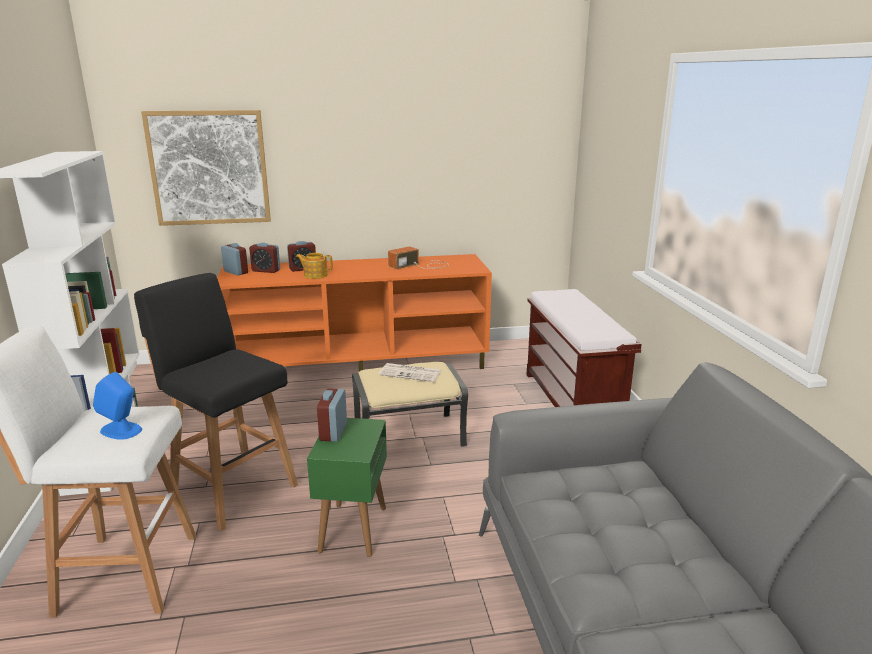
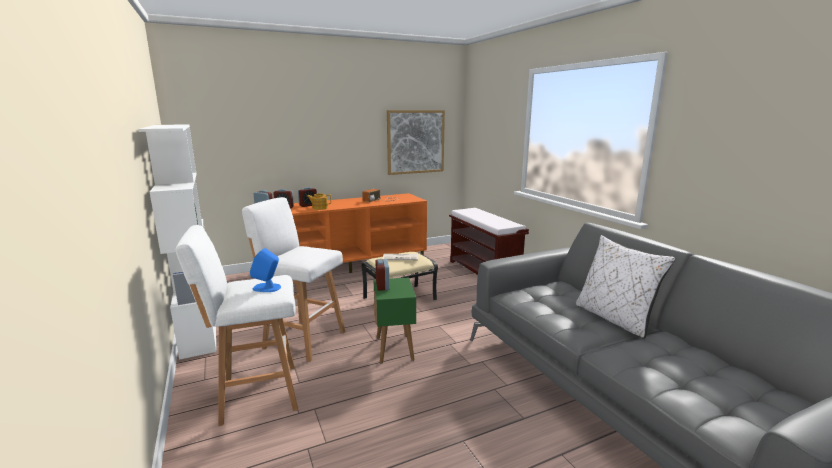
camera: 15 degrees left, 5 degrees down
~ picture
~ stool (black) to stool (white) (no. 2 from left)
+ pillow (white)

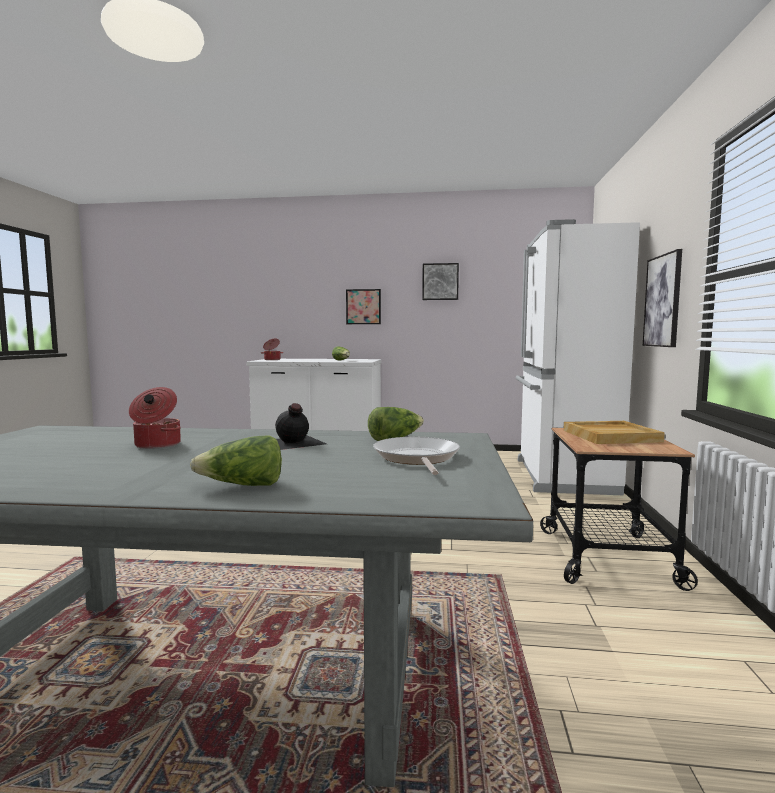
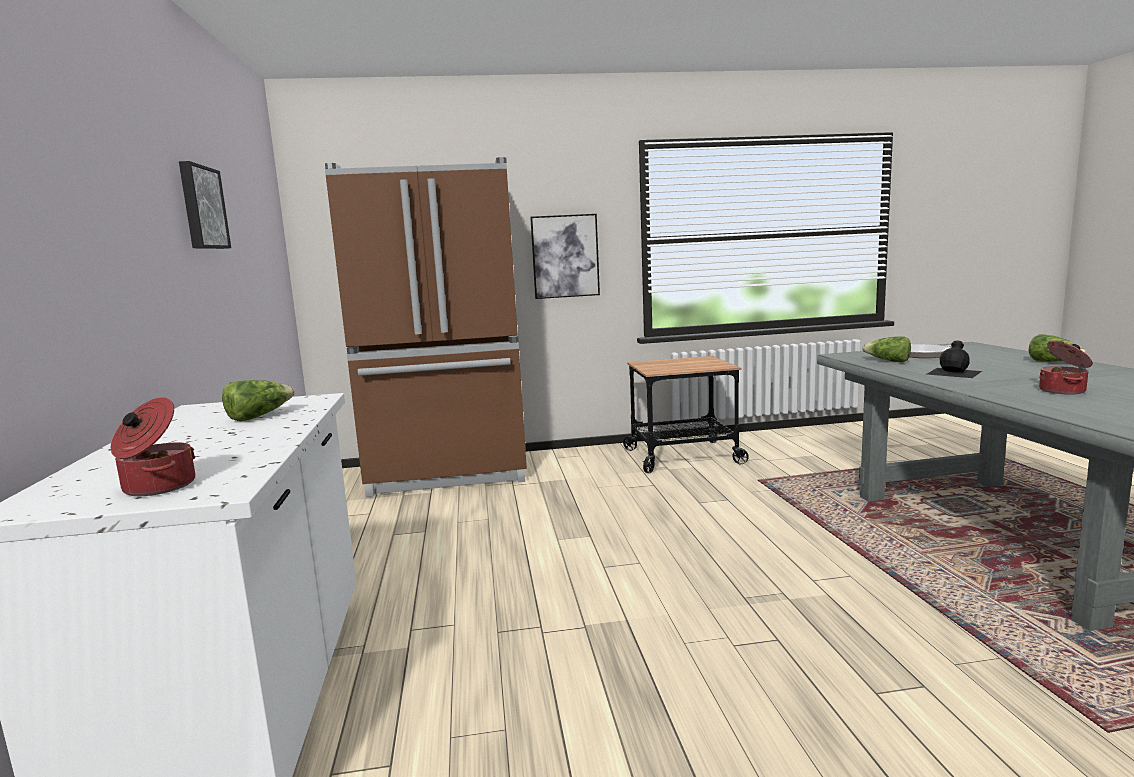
camera: 105 degrees left, 5 degrees up
~ fridge (white) to fridge (brown)
- picture (no. 1 from left)
- tray (beige)

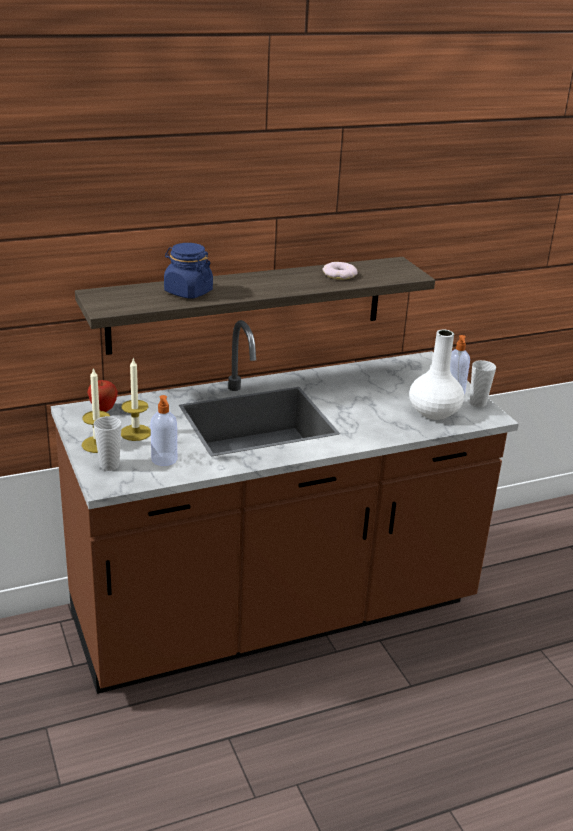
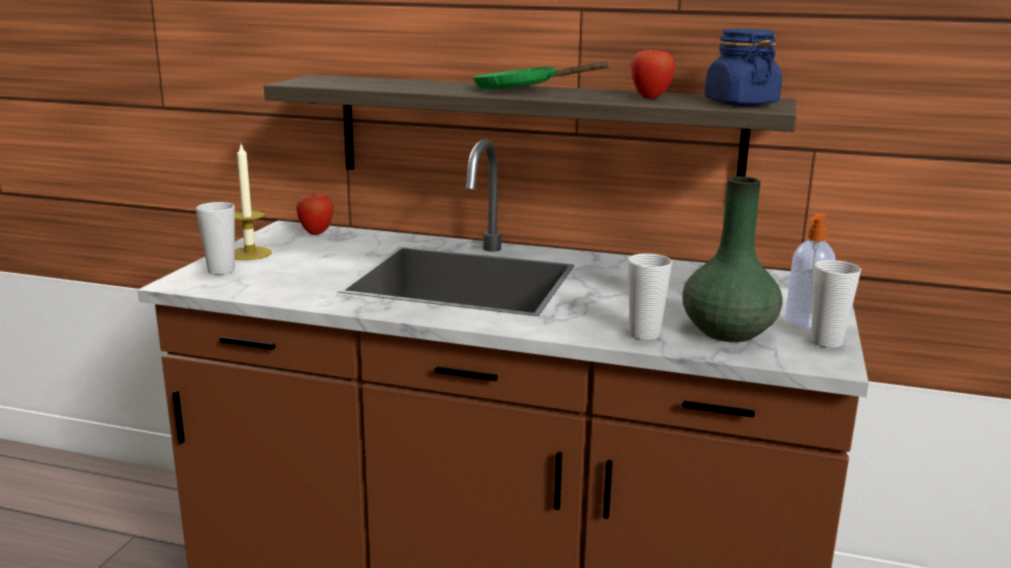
camera: 40 degrees right, 10 degrees down
~ jar (blue)
~ donut to apple (no. 2 from left)
~ vase (white) to vase (green)
- candle (no. 2 from left)
- soap dispenser (no. 1 from left)
+ frying pan (green)
+ cup (no. 2 from left)

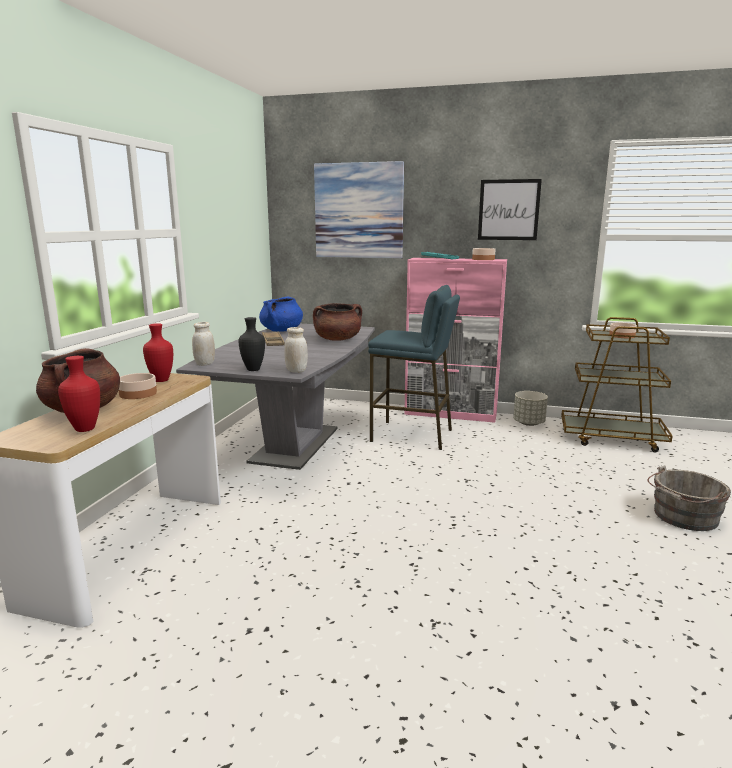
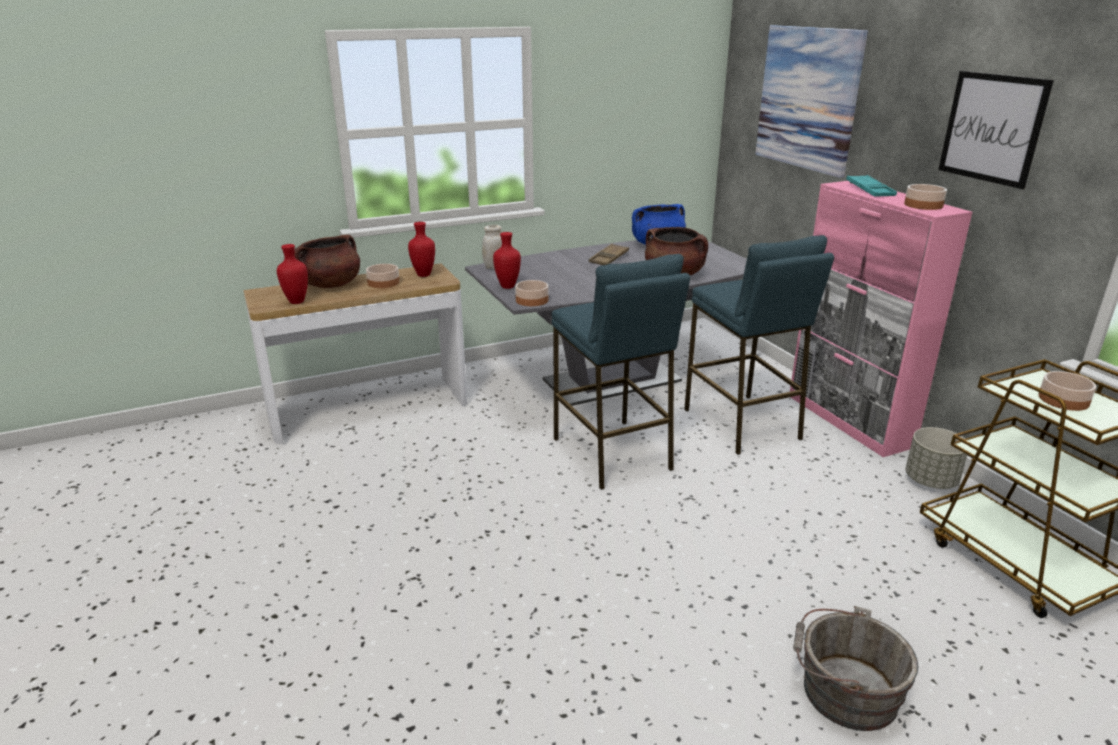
camera: 50 degrees right, 10 degrees up
~ vase (black) to vase (red) (no. 3 from left)
~ jar (white) (no. 2 from left) to bowl (no. 2 from left)
+ stool (blue) (no. 1 from left)

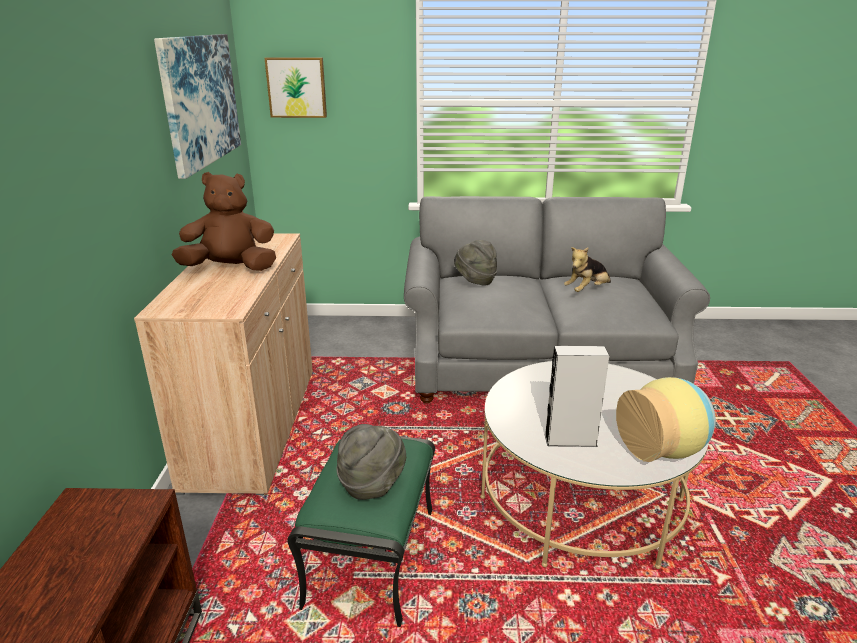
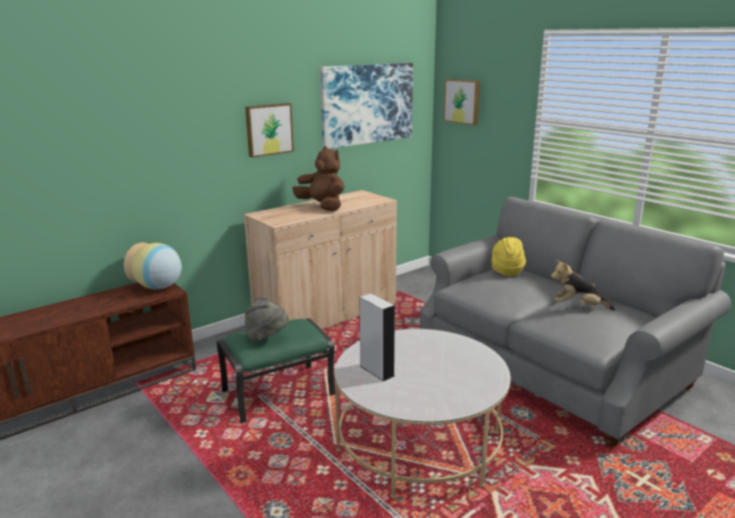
camera: 50 degrees right, 5 degrees down
~ hat (grey) (no. 2 from left) to hat (yellow)
~ vase
+ picture (no. 1 from left)

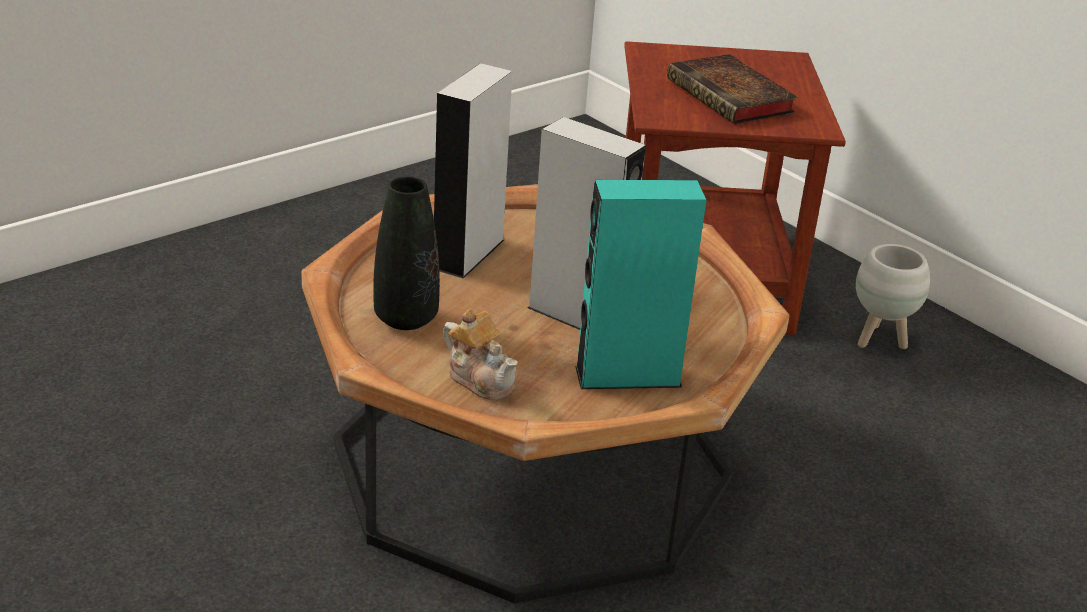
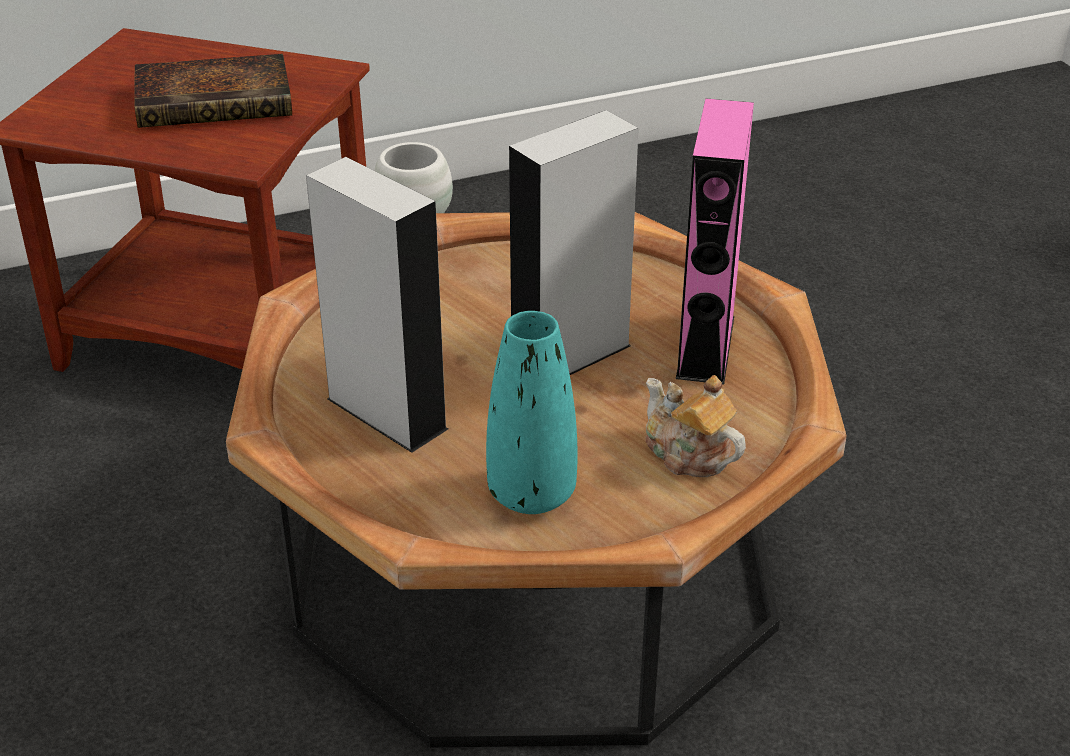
camera: 70 degrees left, 5 degrees up
~ vase (black) to vase (turquoise)
~ speaker (turquoise) to speaker (pink)
~ teapot 105 degrees counterclockwise

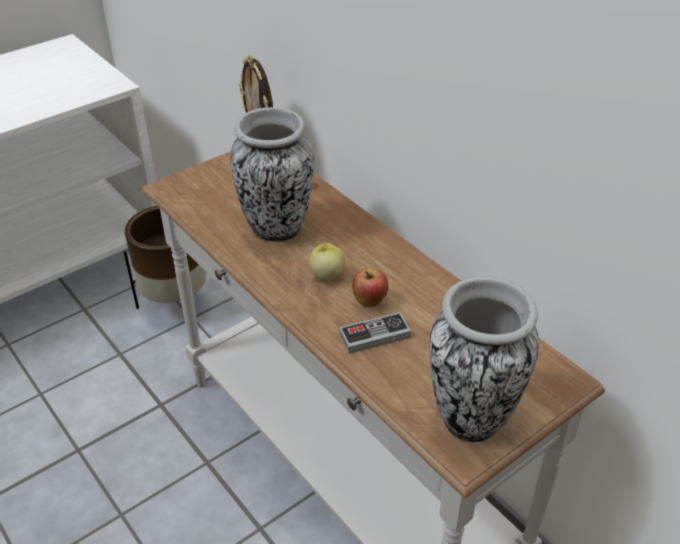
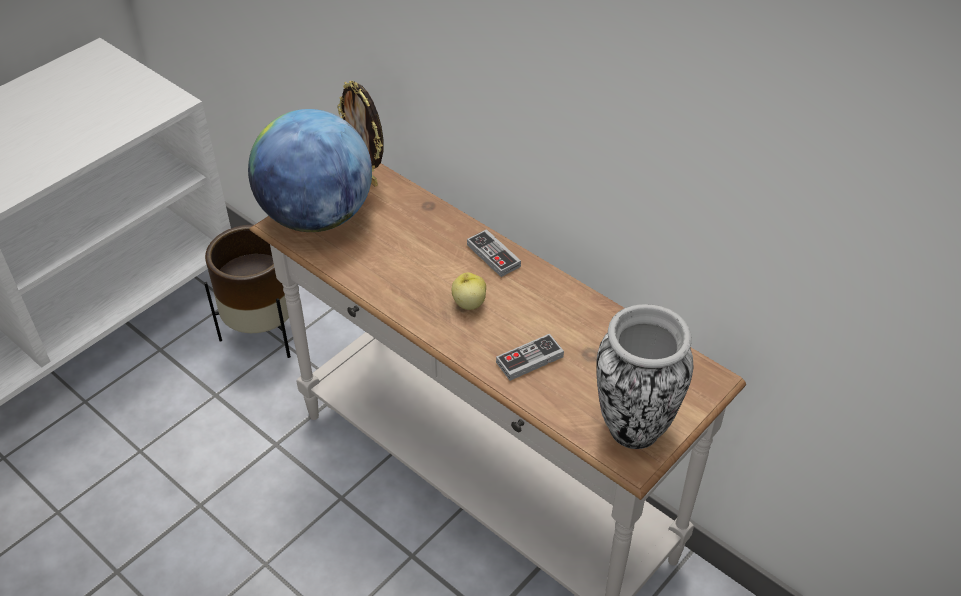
camera: 10 degrees left, 5 degrees up
- vase (no. 1 from left)
- apple (no. 2 from left)
+ globe
+ game controller (no. 1 from left)

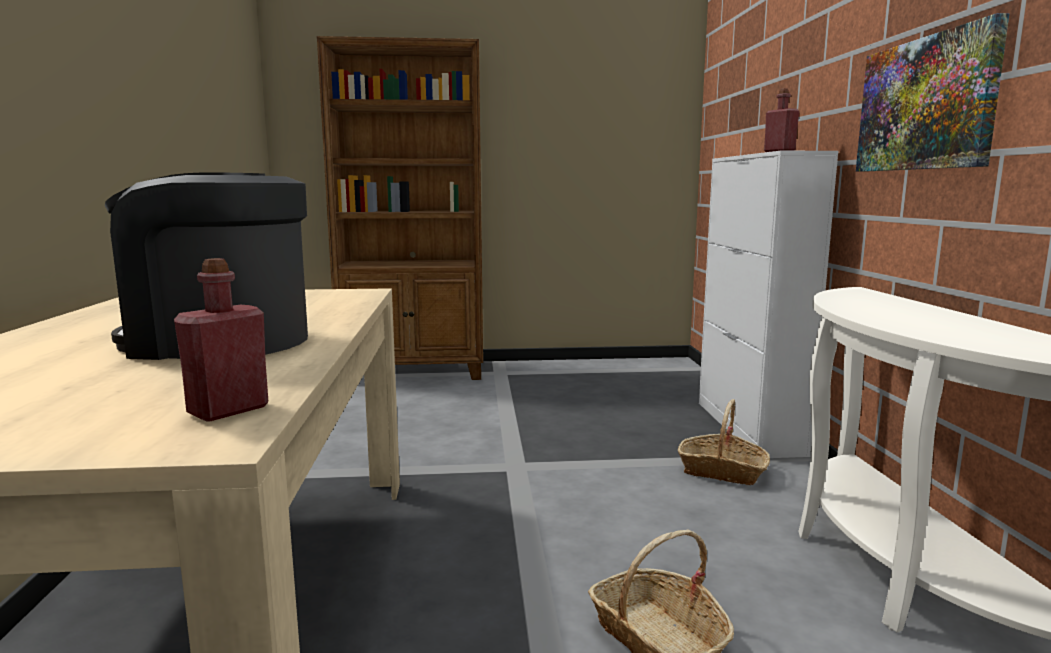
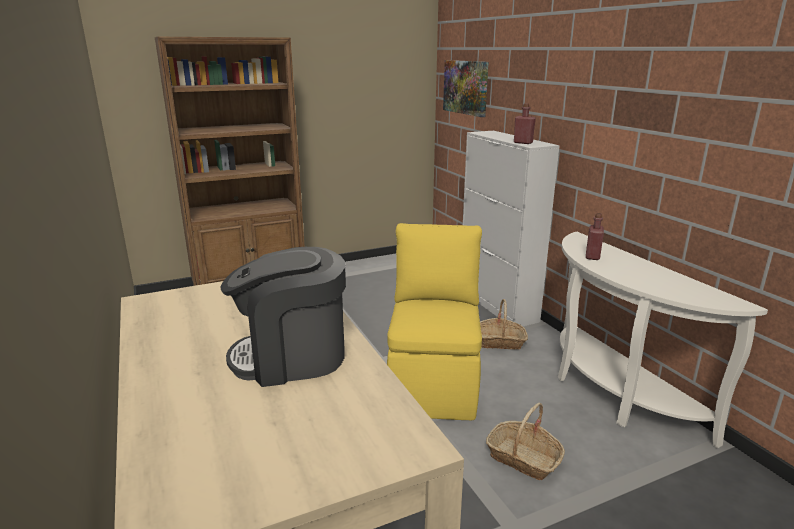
camera: 20 degrees left, 10 degrees up
~ picture
~ bottle (red) (no. 1 from left in the first image) to bottle (red) (no. 2 from left)
+ chair (yellow)

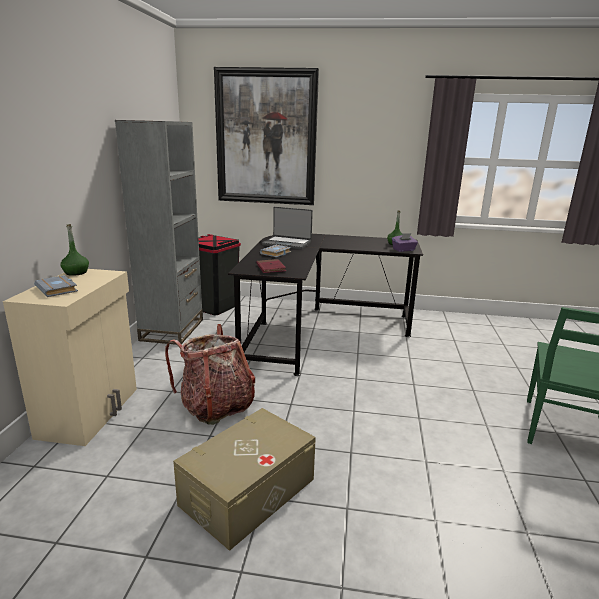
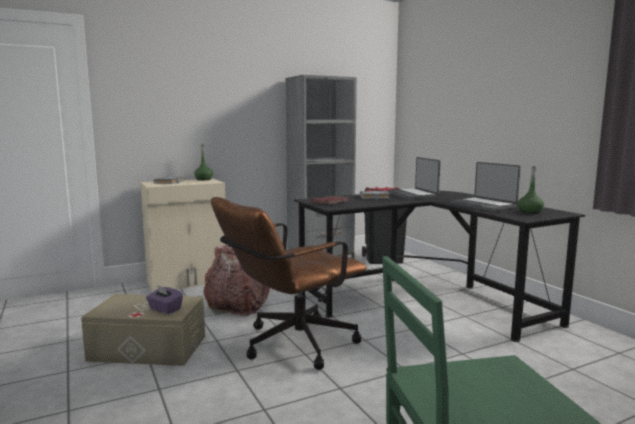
camera: 55 degrees right, 10 degrees down
- picture
~ tissue box (purple)
+ laptop (no. 2 from left)
+ office chair (brown)

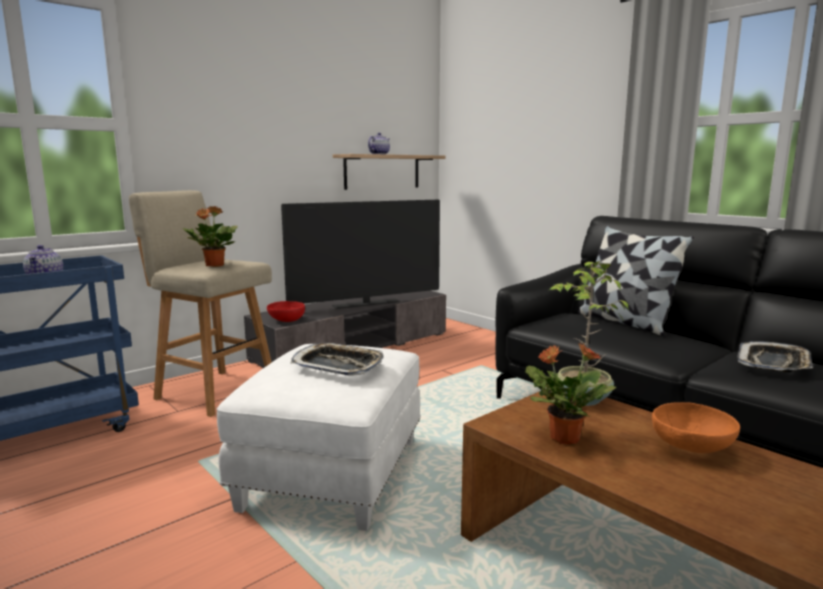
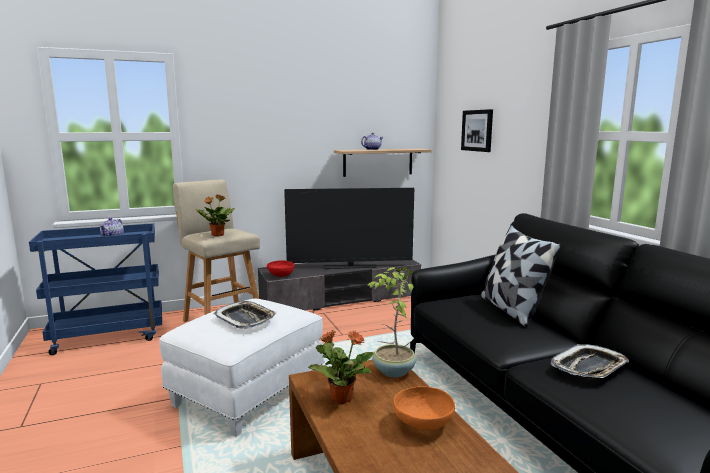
camera: 20 degrees right, 0 degrees up
+ picture

